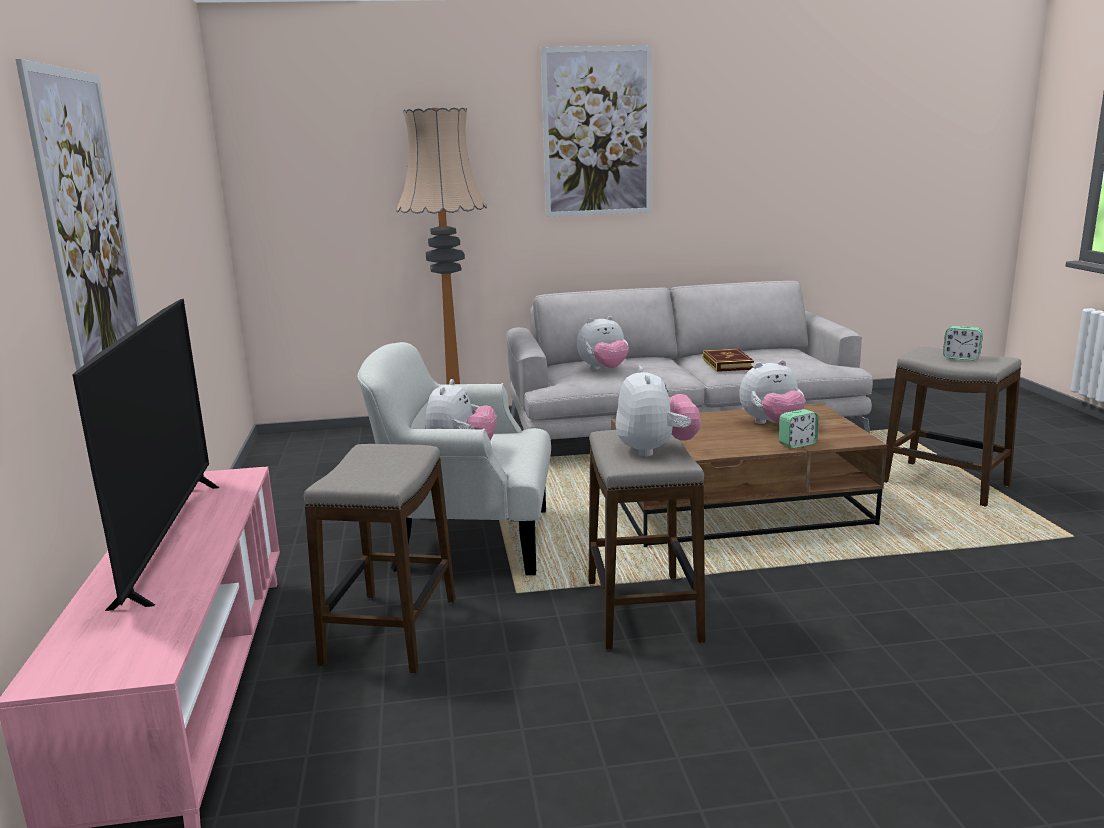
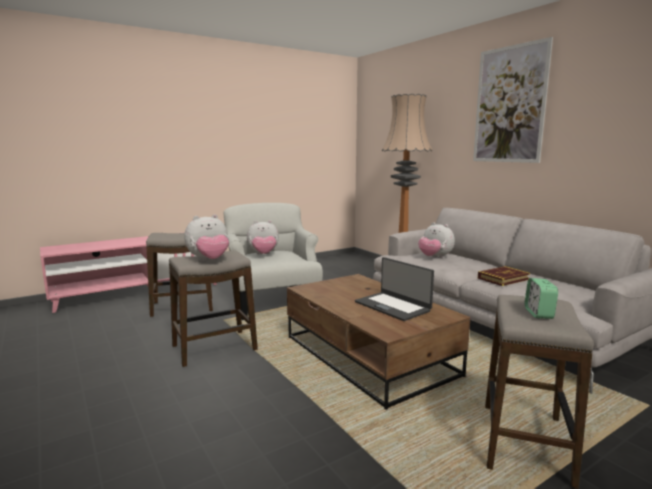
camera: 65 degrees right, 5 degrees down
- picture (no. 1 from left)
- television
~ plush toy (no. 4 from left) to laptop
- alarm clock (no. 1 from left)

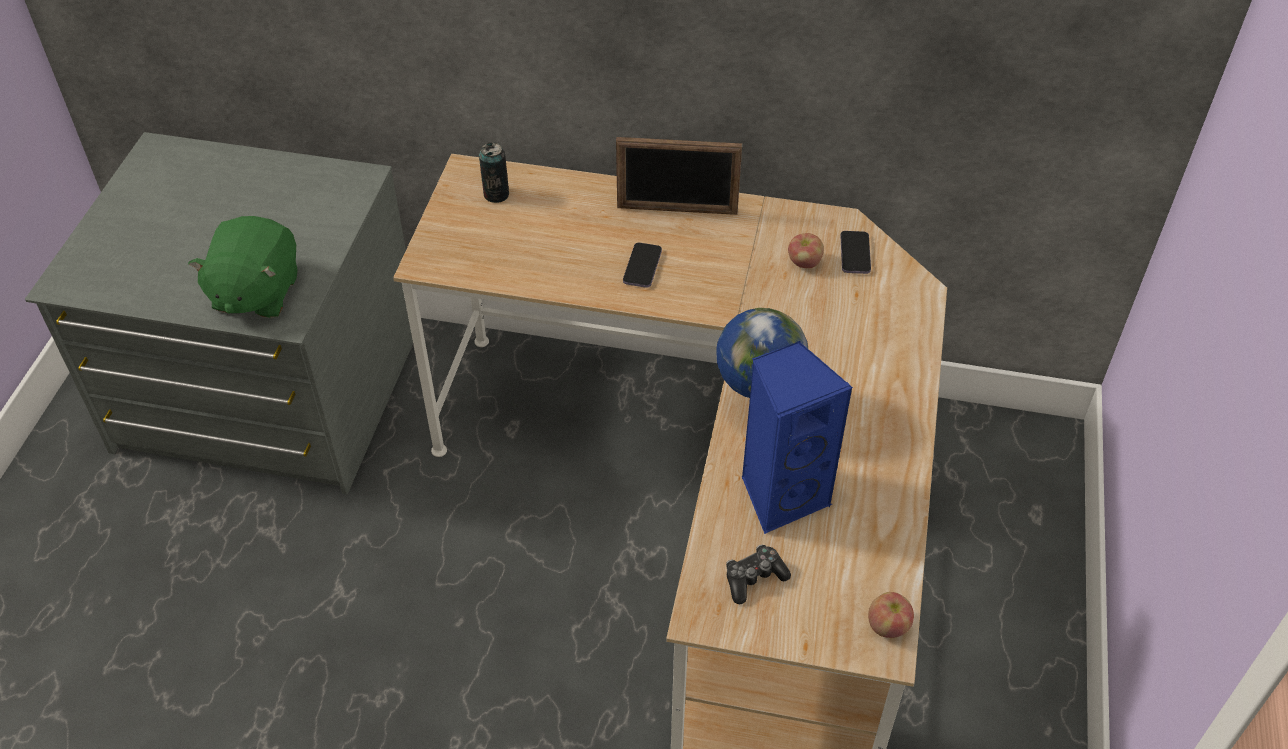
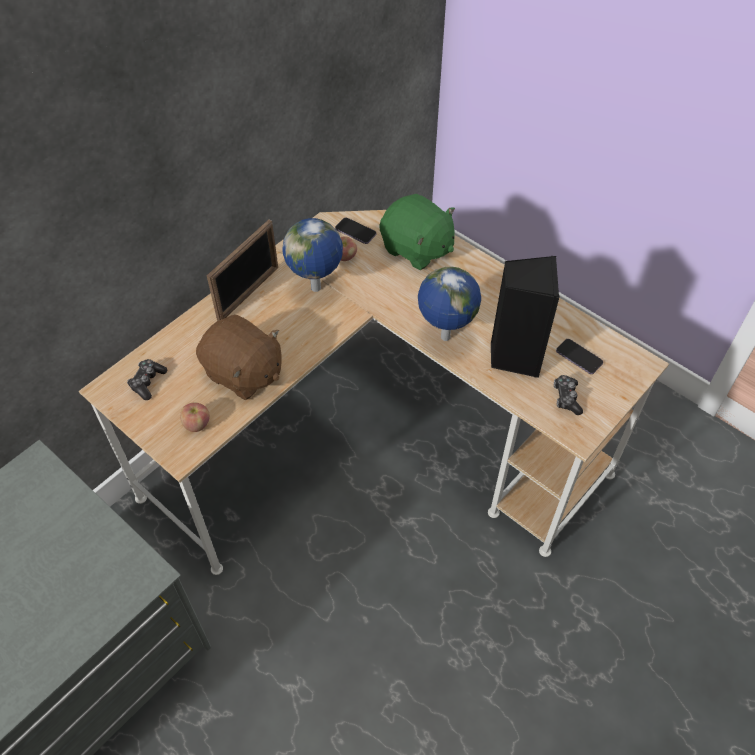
camera: 60 degrees left, 5 degrees up
~ can to game controller (no. 1 from left)
~ plush toy (green)
~ phone (no. 1 from left in the first image) to phone (no. 2 from left)
~ speaker (blue) to speaker (black)
~ apple (no. 2 from left in the first image) to apple (no. 1 from left)
+ globe (no. 1 from left)
+ plush toy (brown)

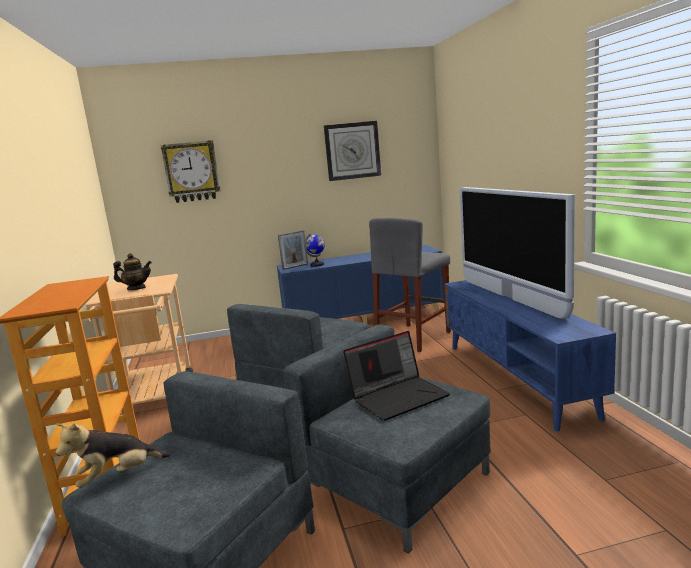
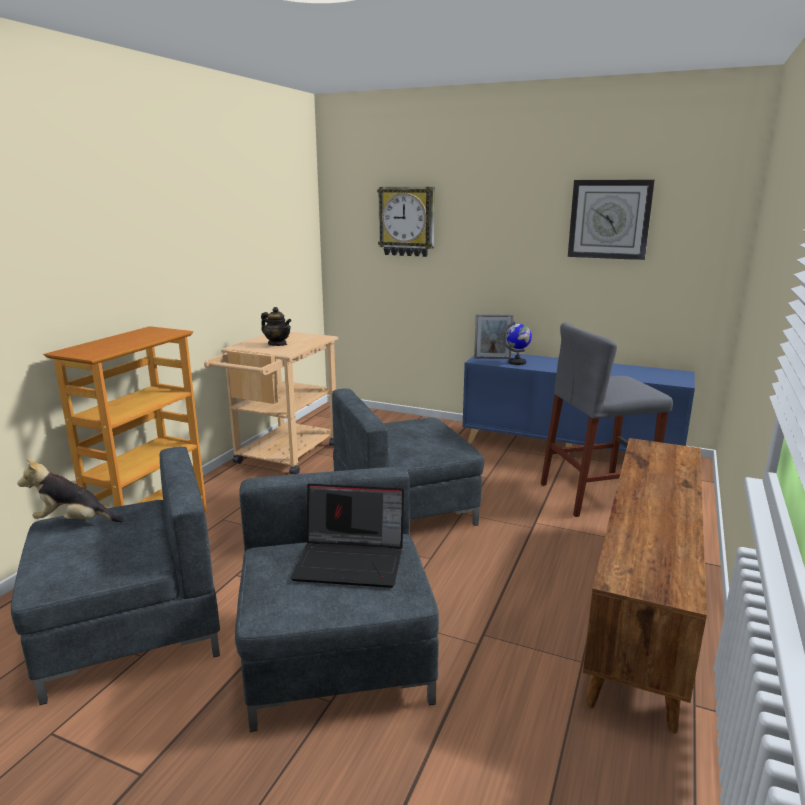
camera: 35 degrees right, 5 degrees up
- television
~ tv stand (blue) to tv stand (brown)

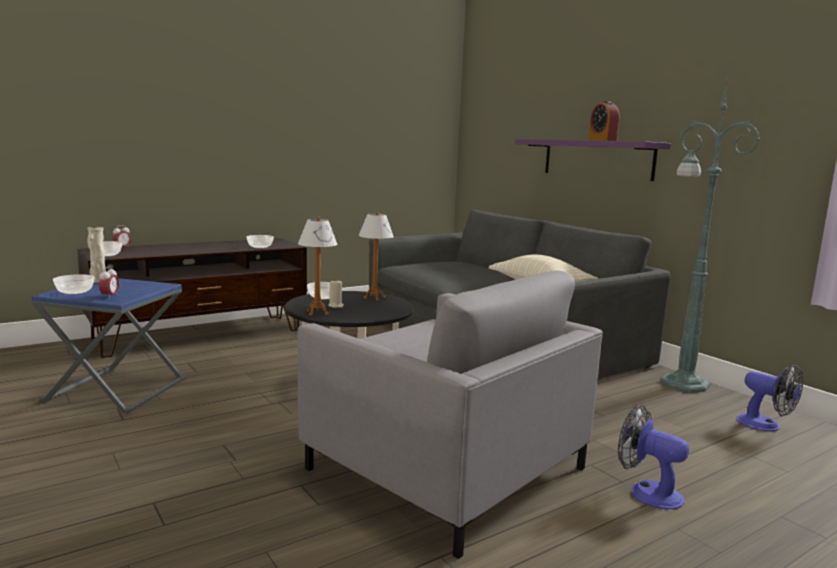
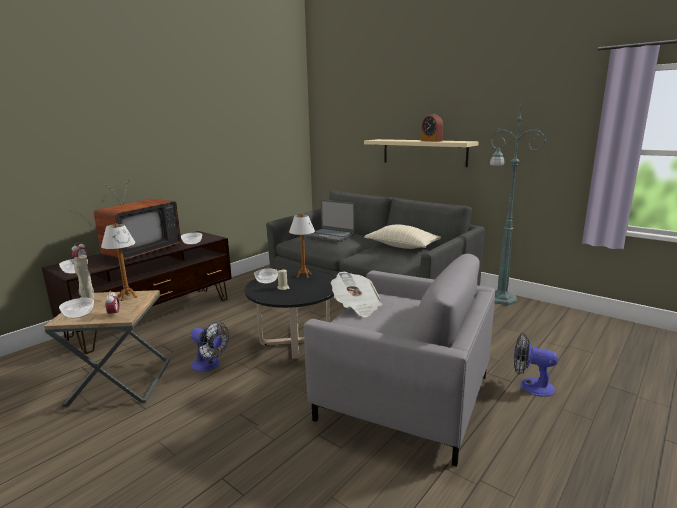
camera: 15 degrees left, 5 degrees up
~ shelf (purple) to shelf (beige)
~ table lamp (no. 1 from left)
~ side table (blue) to side table (brown)
~ fan (no. 2 from left in the first image) to fan (no. 1 from left)
+ television
+ laptop
+ newspaper

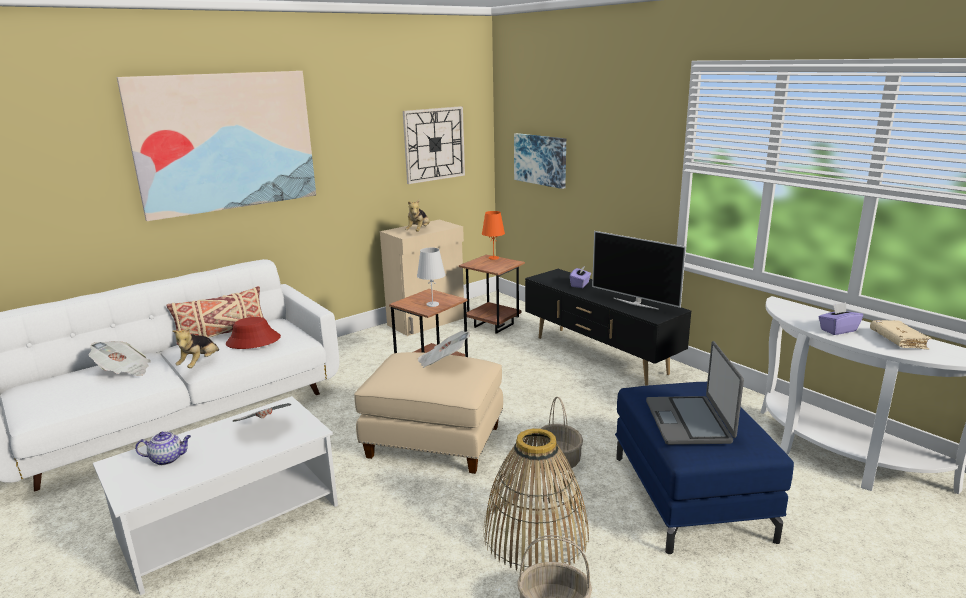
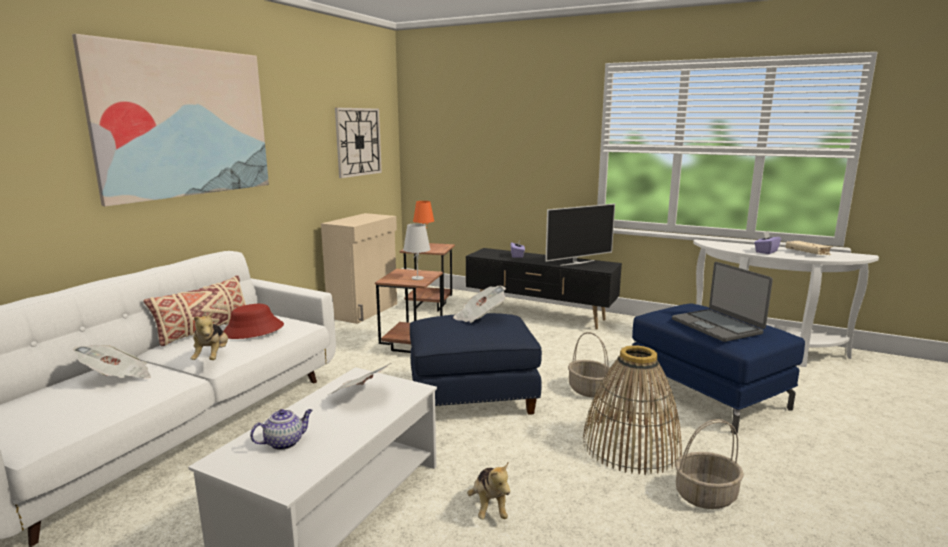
camera: 25 degrees left, 5 degrees down
- picture (no. 2 from left)
~ plush toy (no. 2 from left)
~ television 45 degrees counterclockwise
~ ottoman (beige) to ottoman (blue) (no. 1 from left)

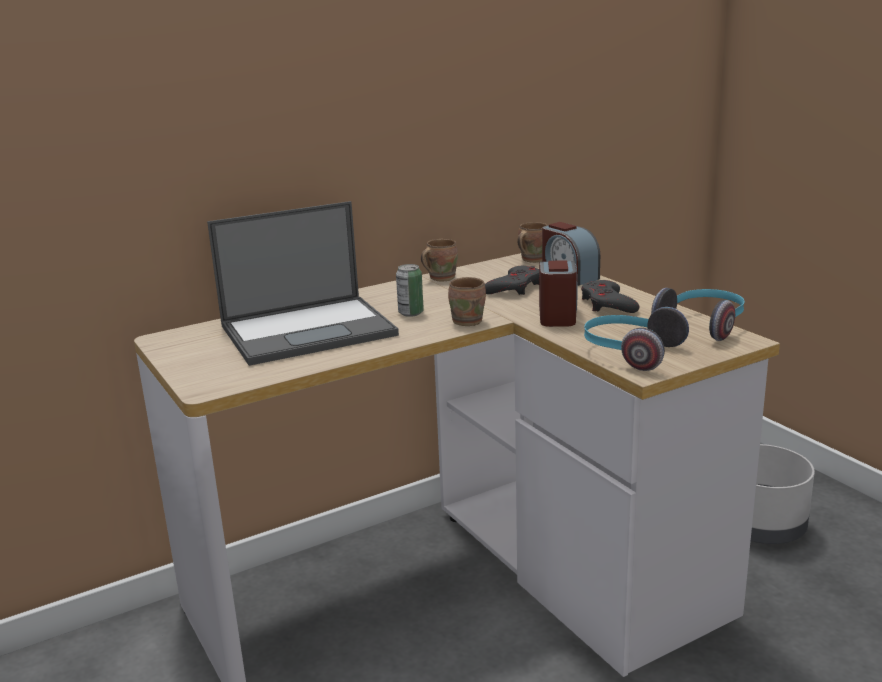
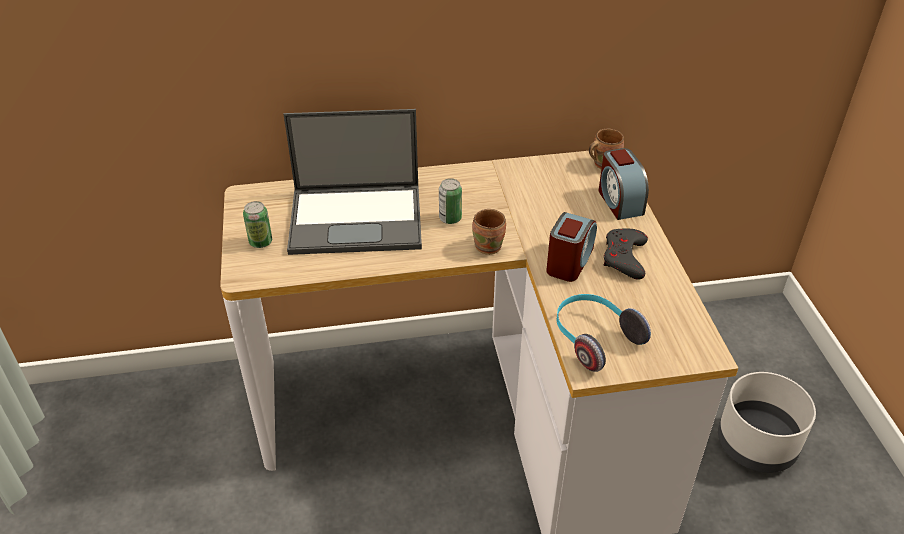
camera: 20 degrees right, 20 degrees up
- mug (brown) (no. 1 from left)
- game controller (grey) (no. 1 from left)
- headphones (no. 2 from left)
+ can (no. 1 from left)

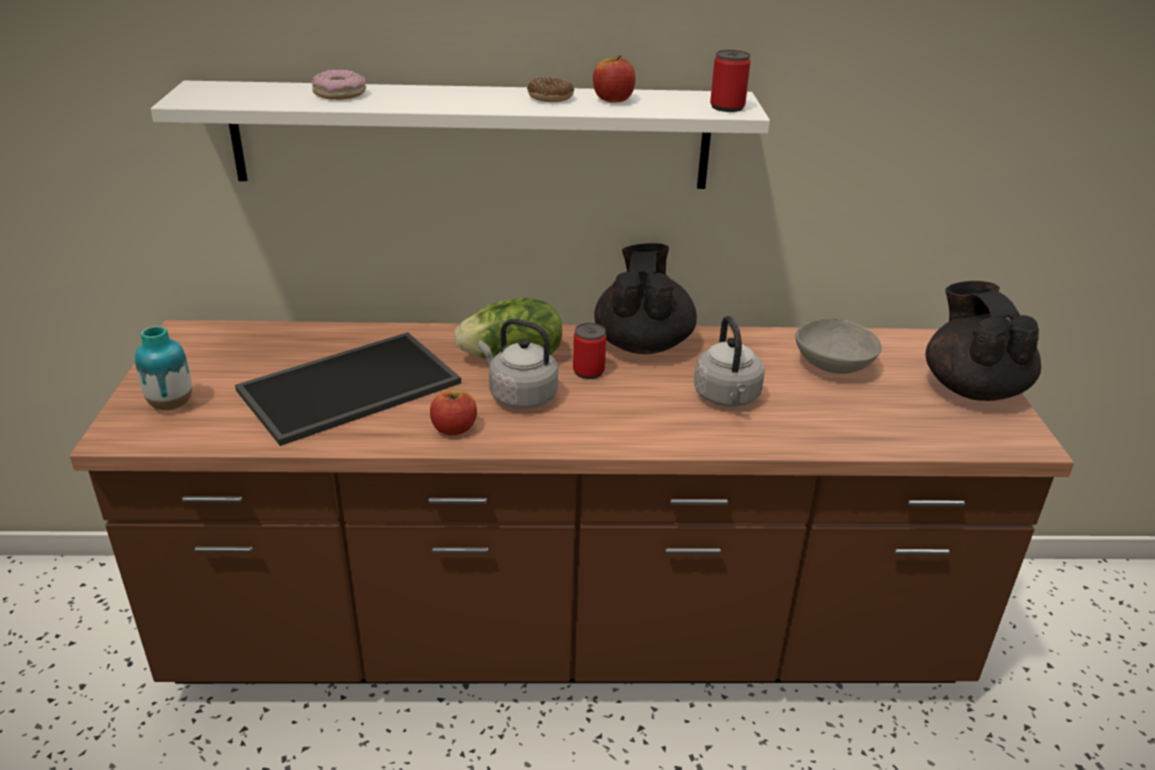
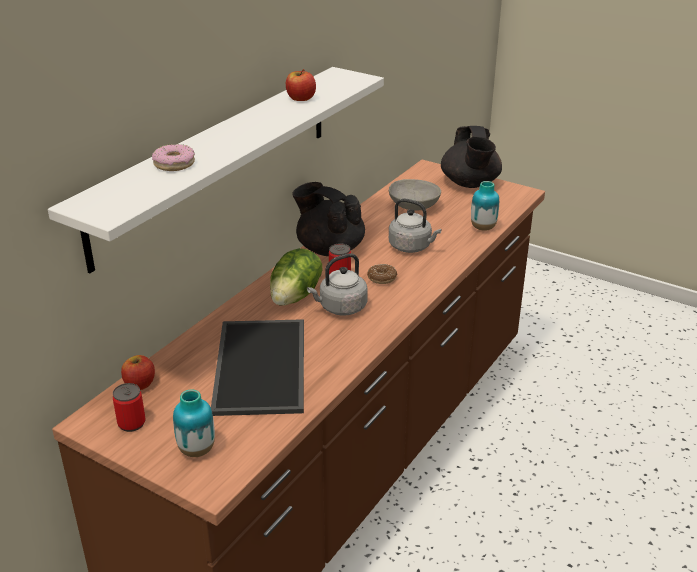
camera: 55 degrees left, 0 degrees up
~ can (no. 2 from left in the first image) to can (no. 1 from left)
~ donut (no. 2 from left)
~ teapot (black) (no. 2 from left) 120 degrees counterclockwise
~ apple (no. 1 from left)
+ vase (no. 2 from left)

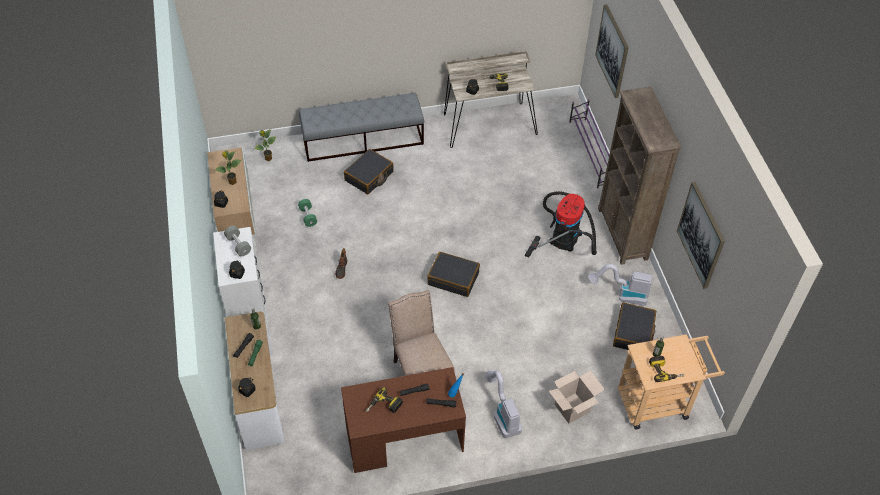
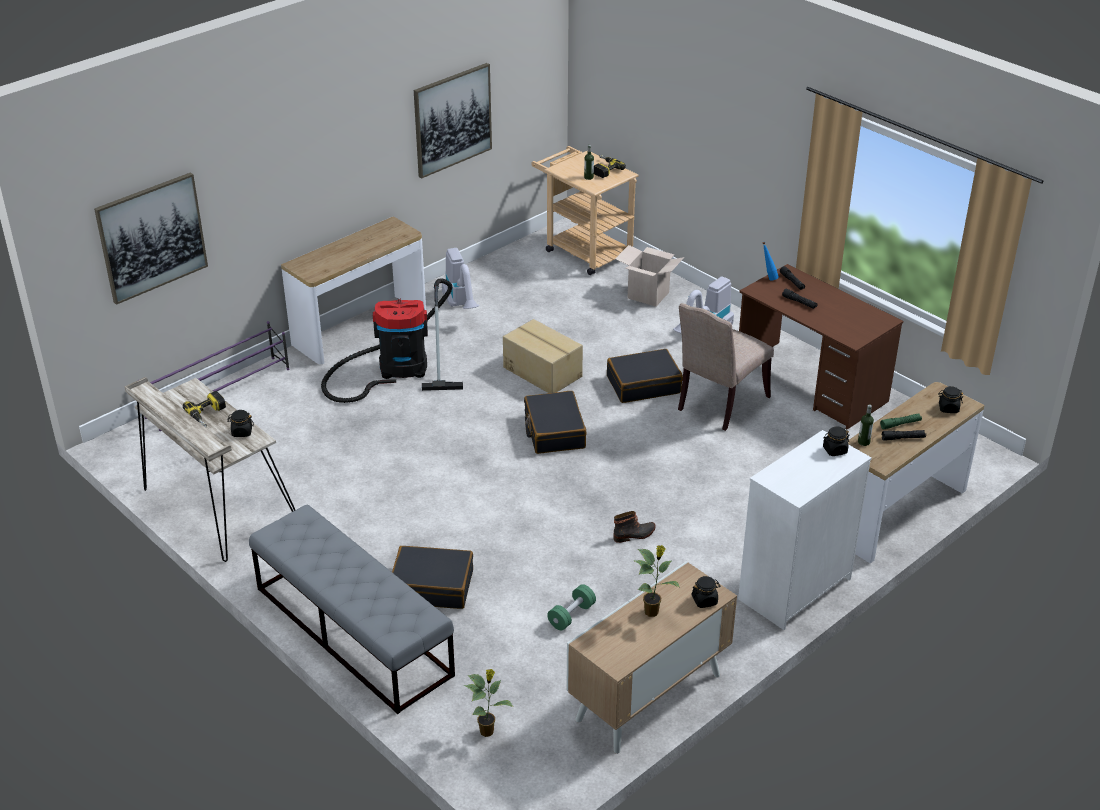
camera: 120 degrees left, 15 degrees down
~ bookcase (brown) to console table (no. 1 from left)
- dumbbell (grey)
~ suitcase (black) (no. 3 from left)
- power drill (no. 1 from left)
+ cardboard box (no. 1 from left)

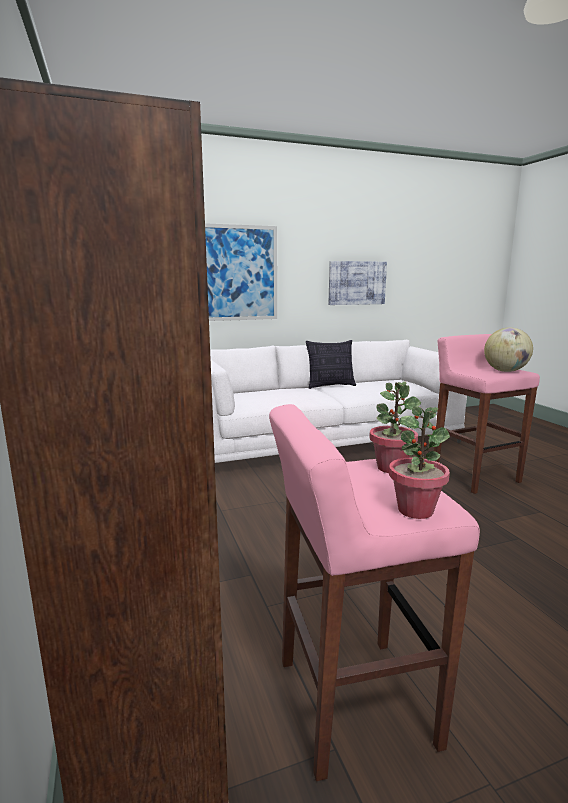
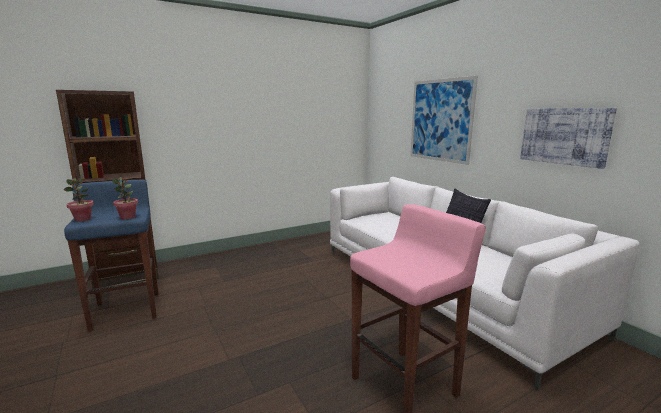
camera: 80 degrees right, 0 degrees up
- globe
~ stool (pink) (no. 1 from left) to stool (blue)

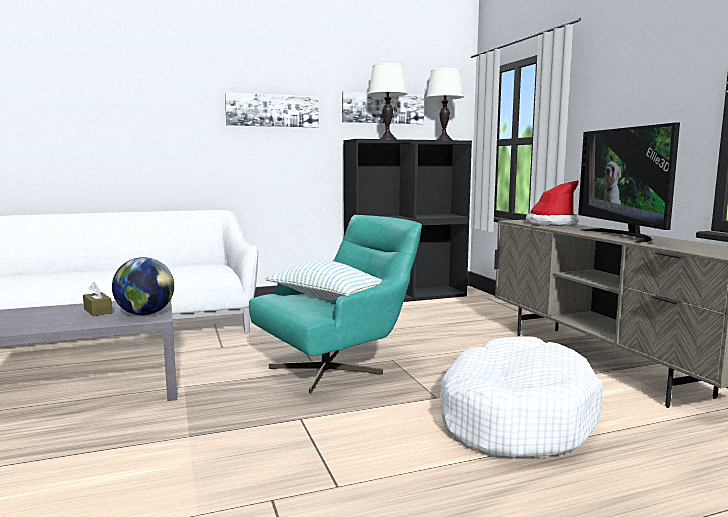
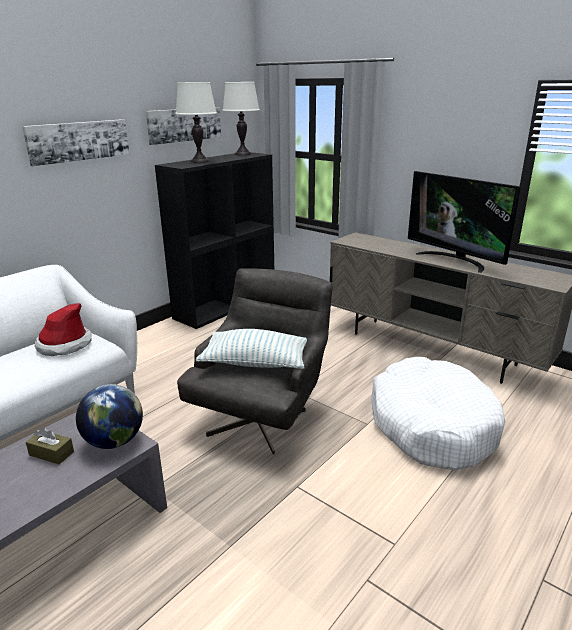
camera: 30 degrees left, 15 degrees up
~ hat
~ armchair (turquoise) to armchair (grey)

